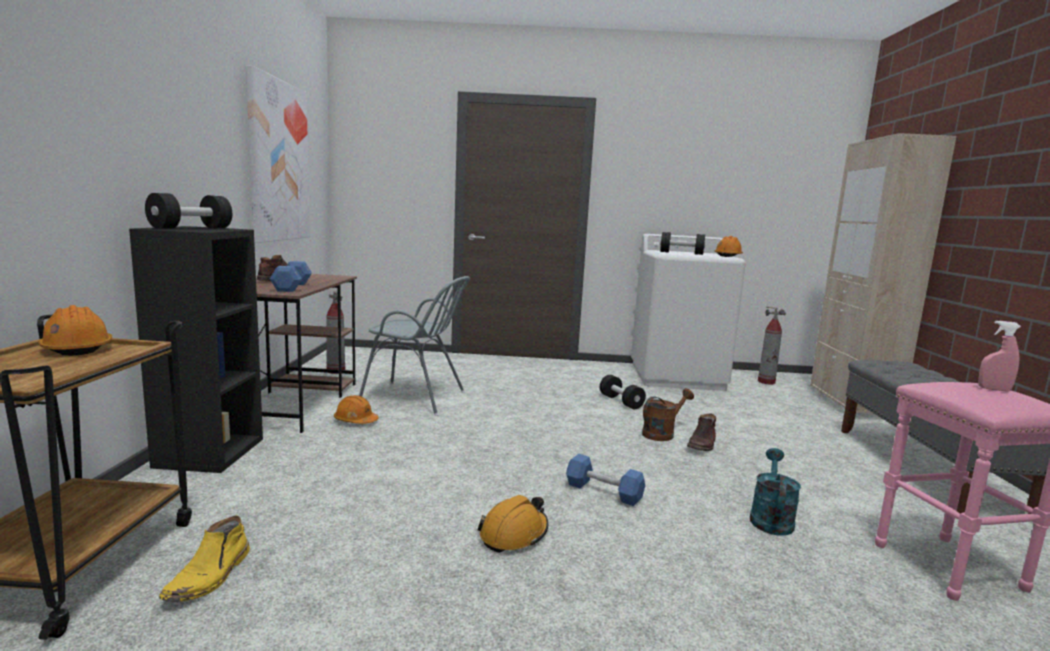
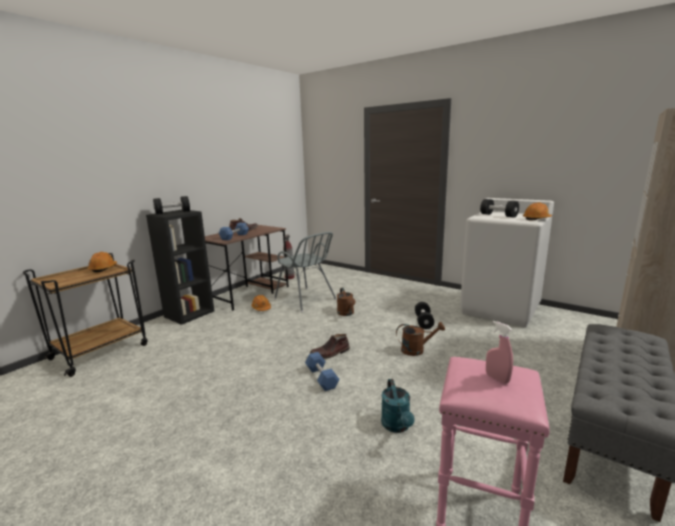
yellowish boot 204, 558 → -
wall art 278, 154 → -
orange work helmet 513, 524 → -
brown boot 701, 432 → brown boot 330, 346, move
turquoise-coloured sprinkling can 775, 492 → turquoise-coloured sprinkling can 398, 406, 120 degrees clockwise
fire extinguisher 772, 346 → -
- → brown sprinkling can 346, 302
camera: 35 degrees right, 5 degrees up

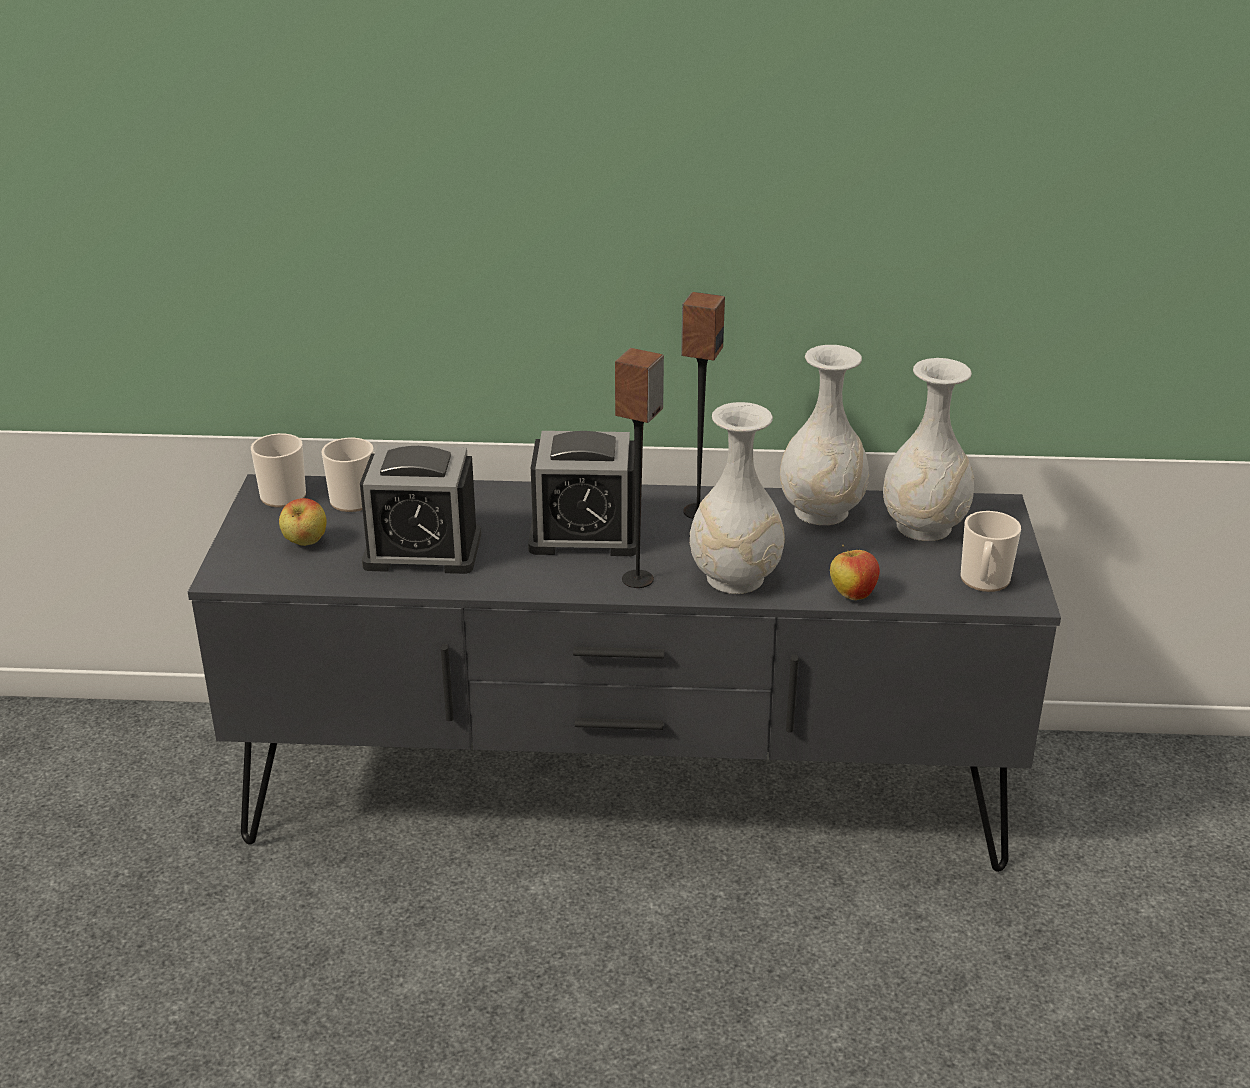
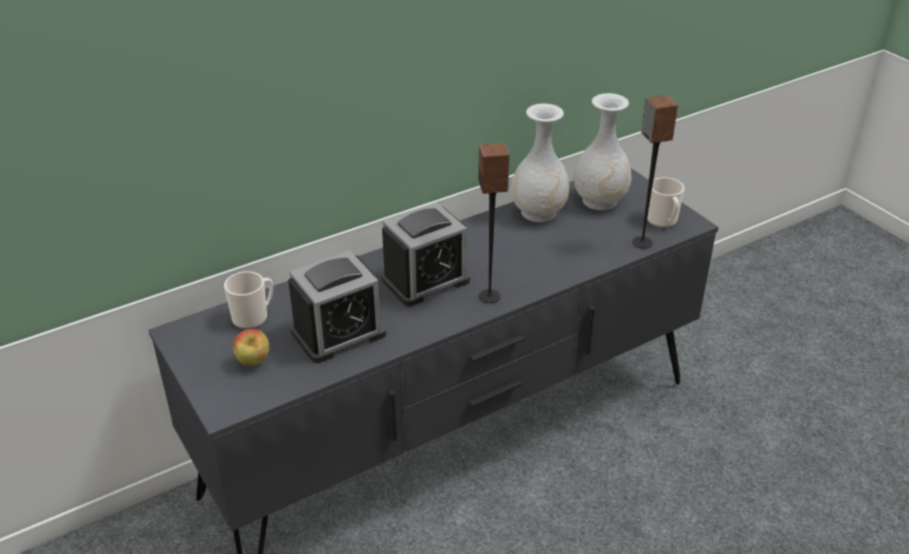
tea mug 278, 470 → -
speaker 703, 405 → speaker 655, 172, move
white-coloured flower vase 737, 498 → -
apple 855, 572 → -
camera: 35 degrees left, 5 degrees up

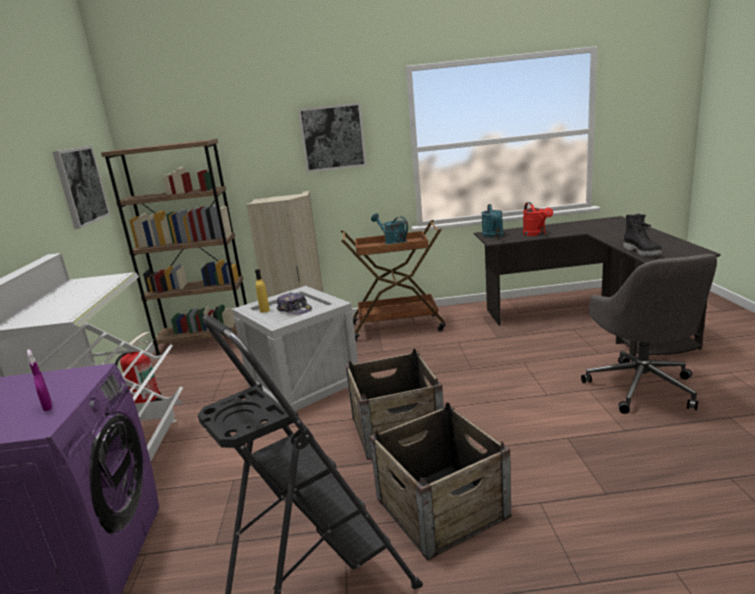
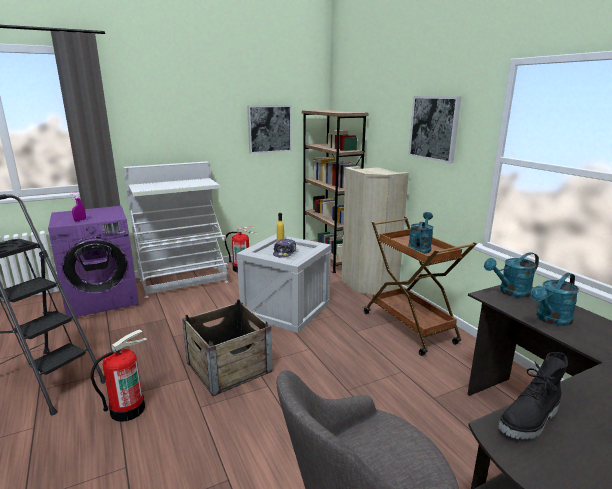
packing crate 440, 481 → fire extinguisher 118, 375
red sprinkling can 538, 219 → turquoise-coloured sprinkling can 554, 299
camera: 65 degrees right, 0 degrees up

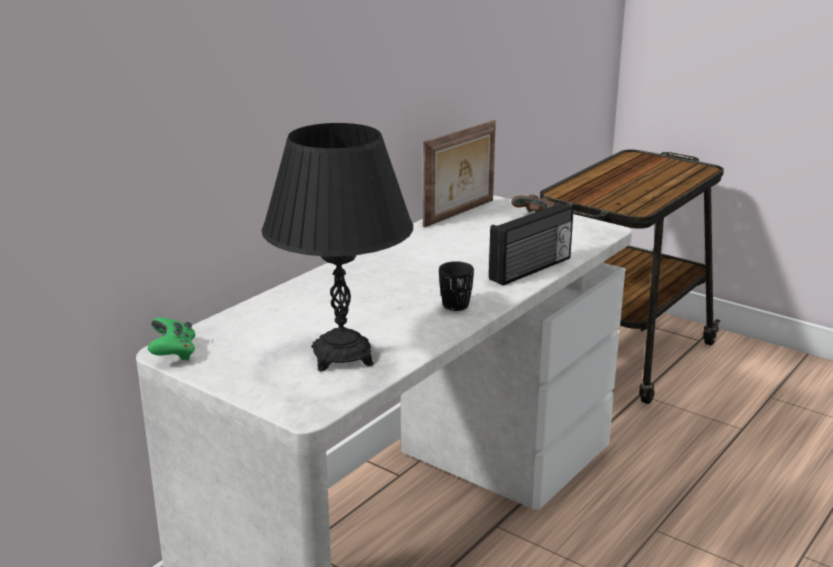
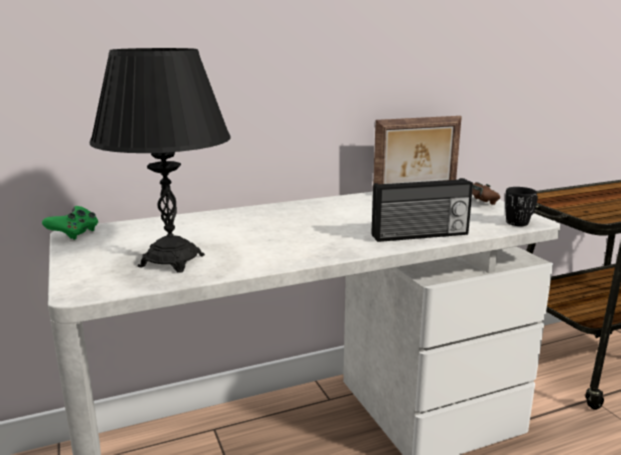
blackish tea mug 456, 286 → blackish tea mug 521, 206, move
camera: 30 degrees right, 5 degrees down

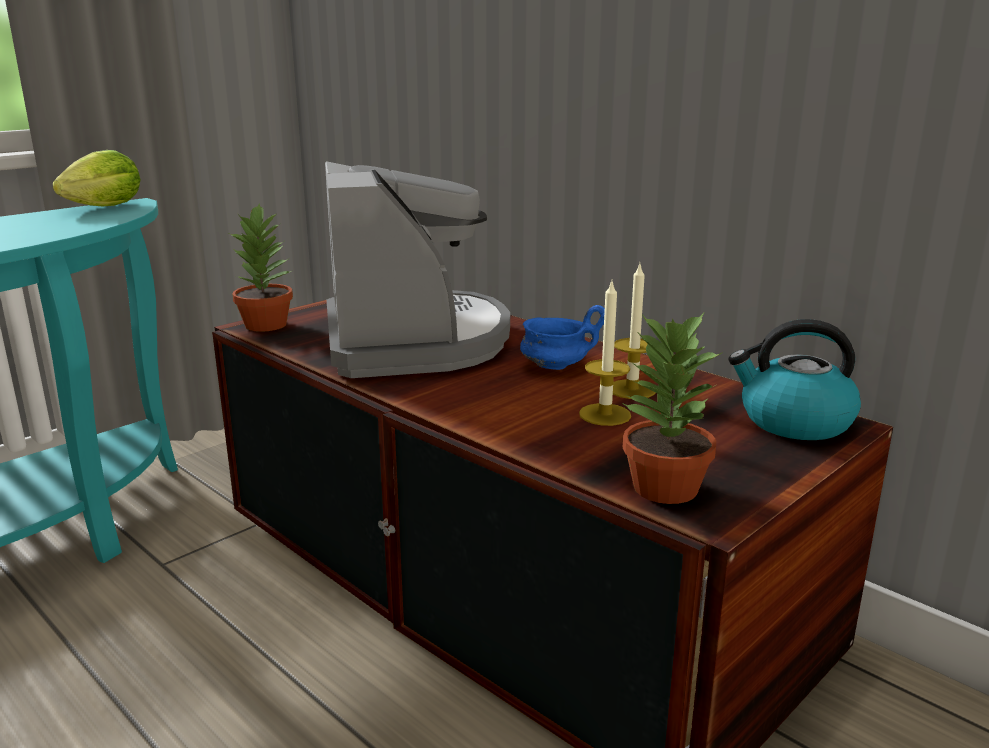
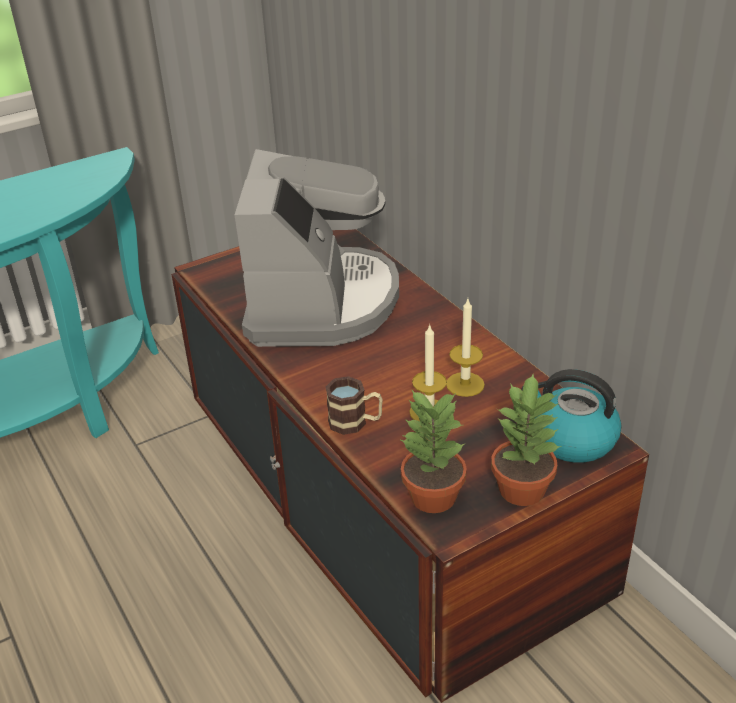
lettuce 97, 178 → -
potted plant 261, 267 → potted plant 526, 440, move
blue-coloured bowl 562, 337 → -
- → tea mug 354, 405
camera: 15 degrees right, 15 degrees up

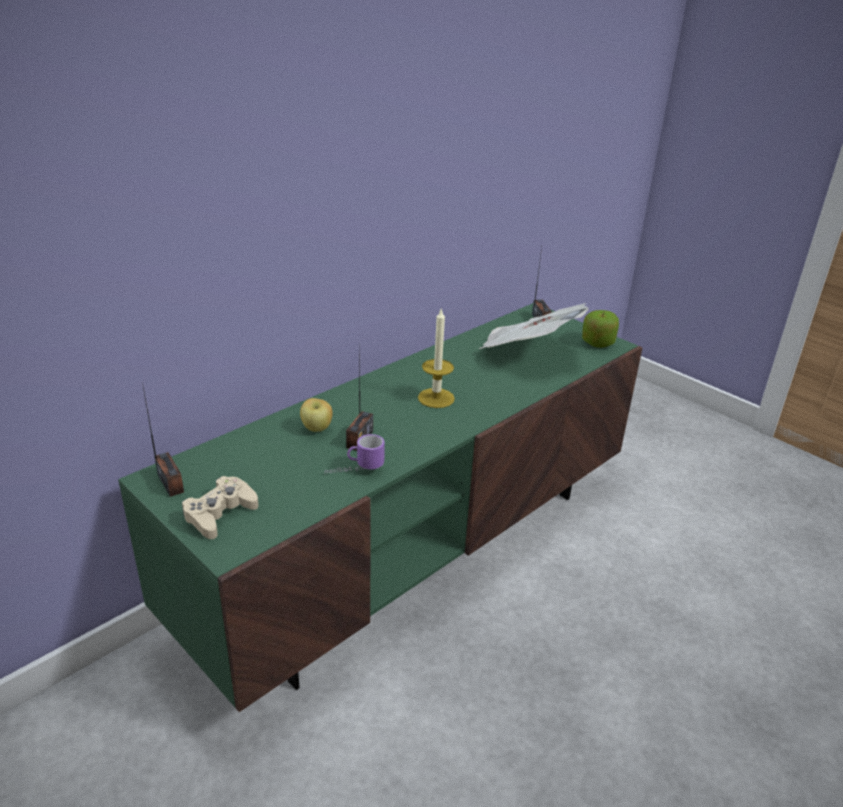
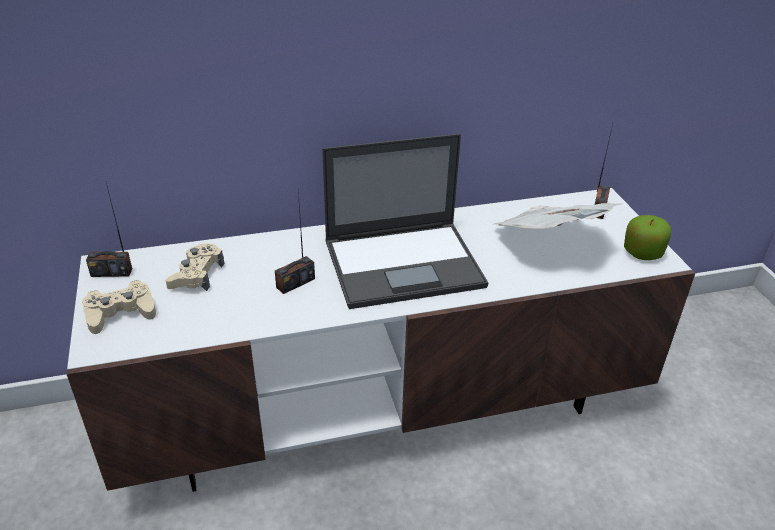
green-coloured tv stand 380, 507 → white-coloured tv stand 381, 340
radio set 163, 439 → radio set 109, 230, 90 degrees clockwise
apple 316, 415 → -
tea mug 355, 453 → -
candle 436, 358 → portable computer 405, 221
- → sand-coloured gamepad 195, 267
camera: 30 degrees right, 5 degrees up

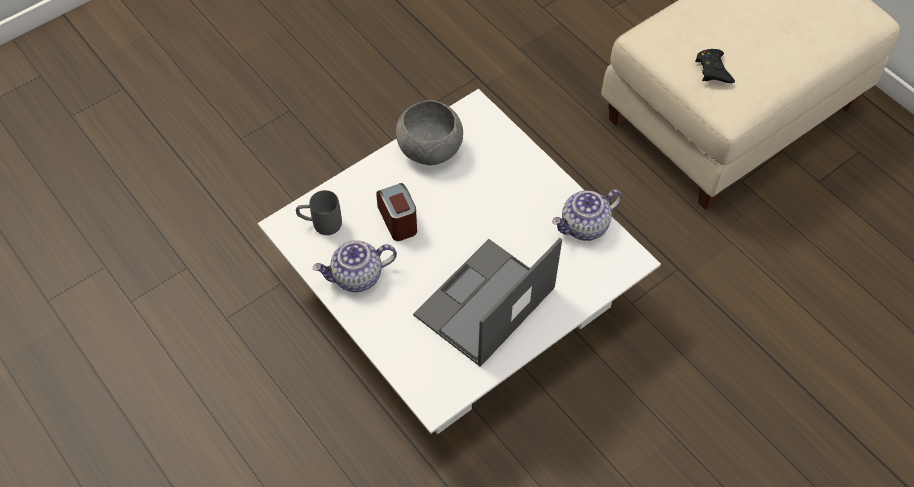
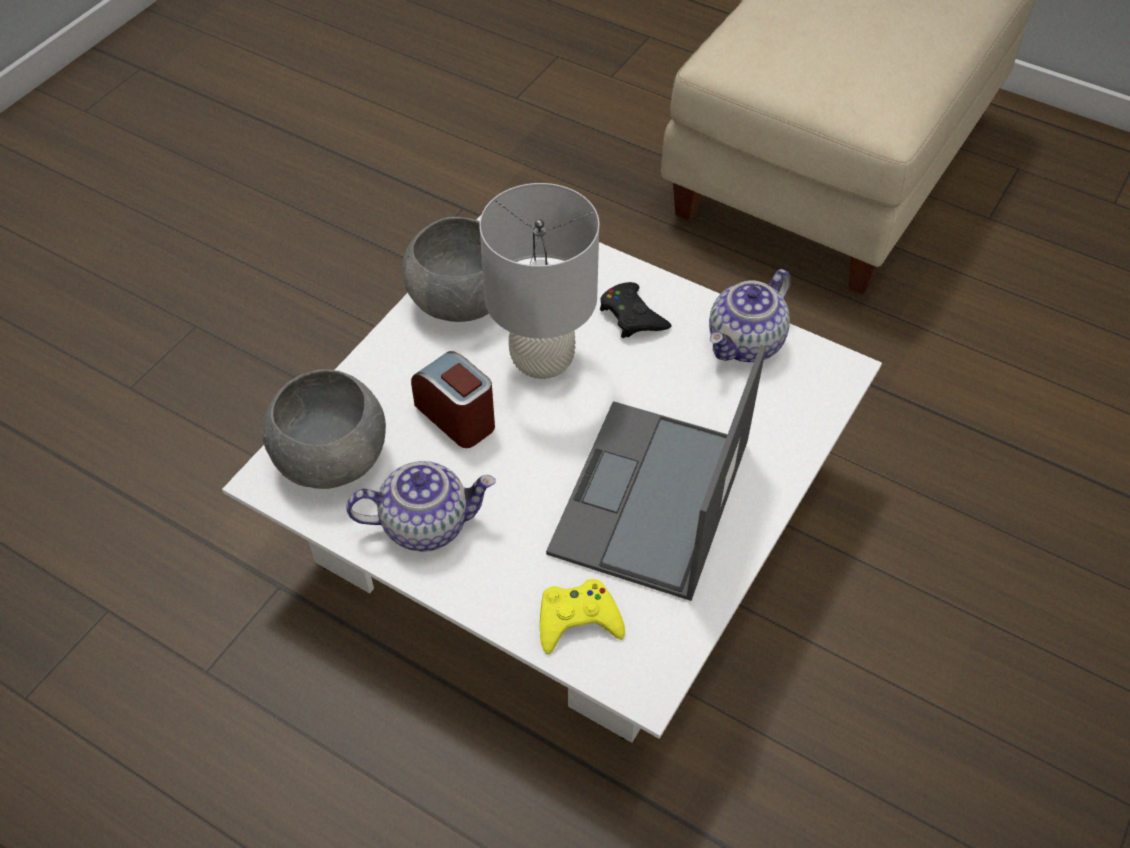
greyish tea mug 319, 212 → greyish bowl 324, 429
tea pot 354, 266 → tea pot 421, 506, 150 degrees counterclockwise
blackish gamepad 715, 66 → blackish gamepad 635, 310, move
- → greyish lamp for a table 539, 281
- → yellowish gamepad 582, 616
camera: 20 degrees left, 5 degrees down

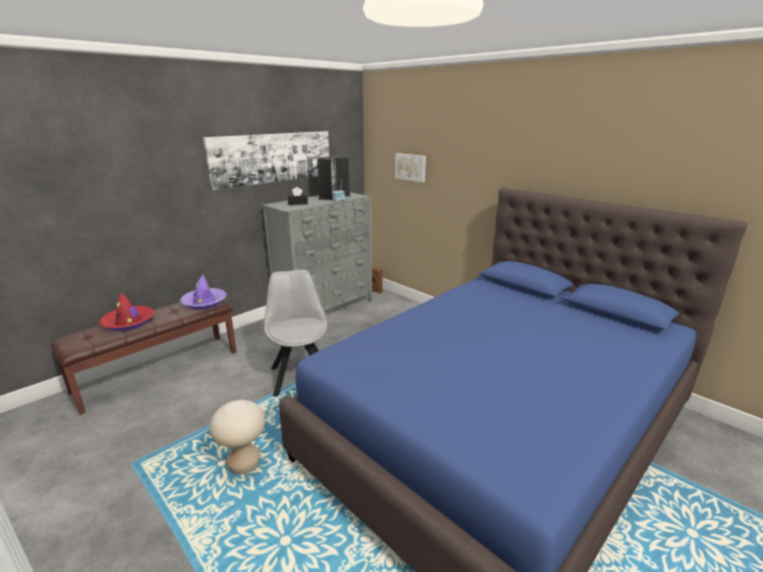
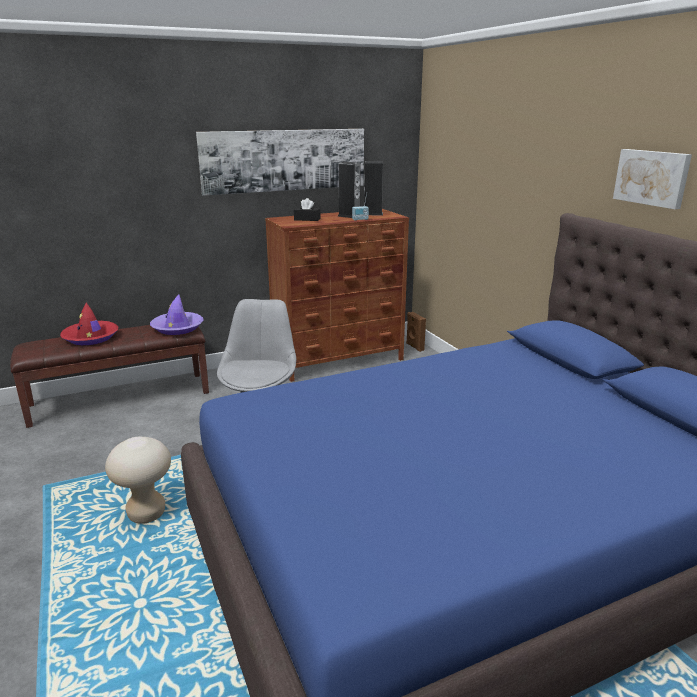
greyish dresser 317, 251 → brown dresser 337, 295
wall art 410, 167 → wall art 652, 179, move
camera: 20 degrees right, 0 degrees up

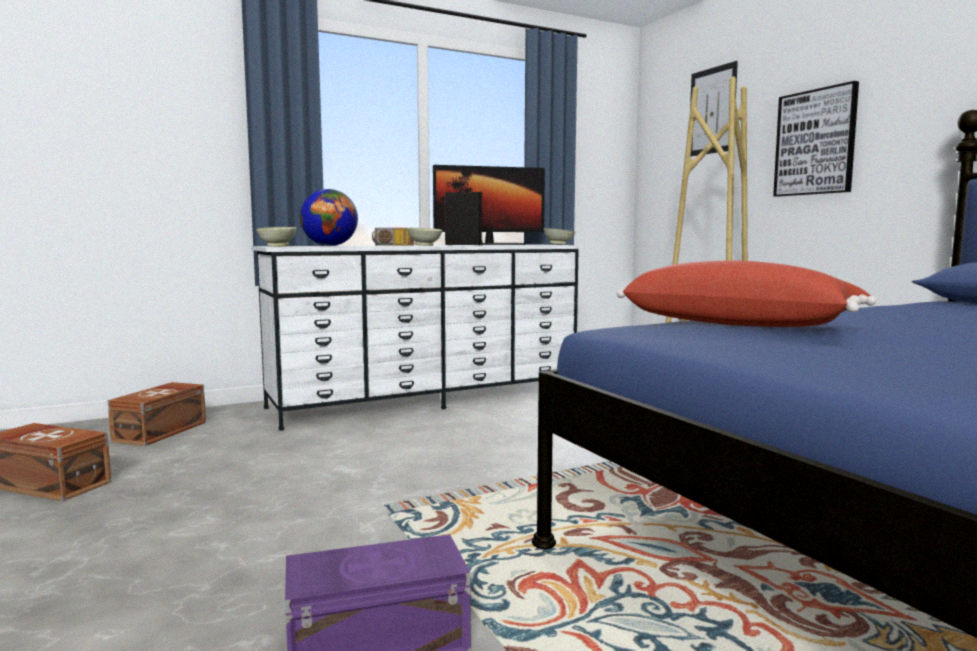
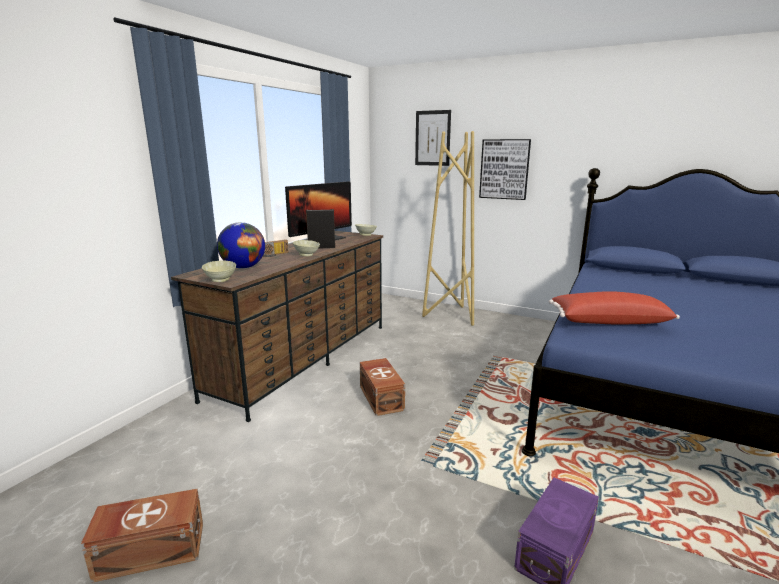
brown storage bin 156, 414 → brown storage bin 382, 387, move
white-coloured dresser 417, 338 → brown dresser 277, 326
camera: 35 degrees left, 10 degrees up

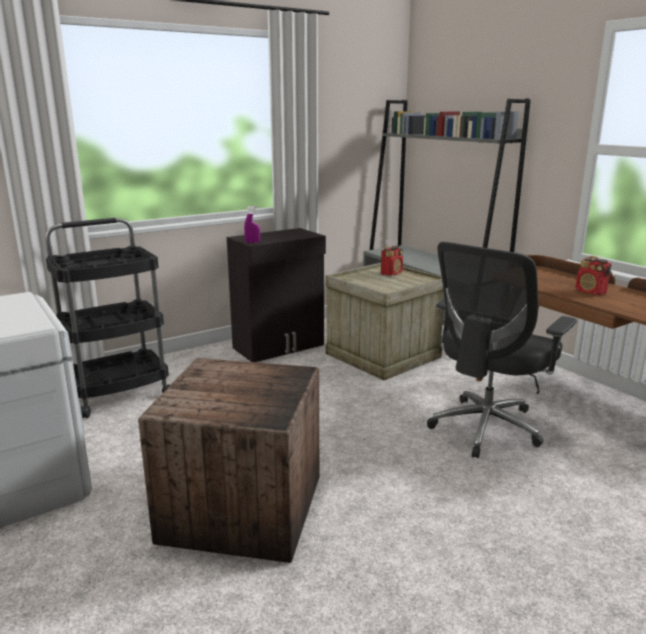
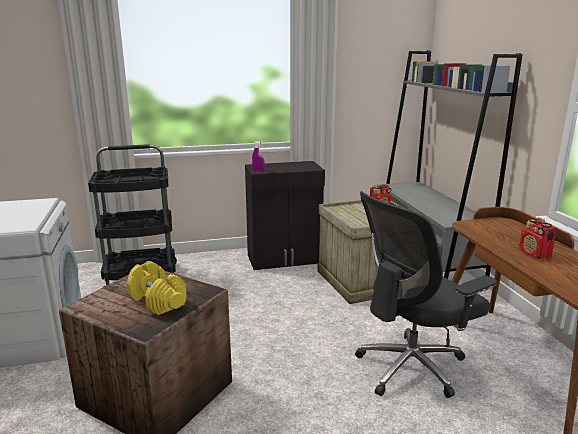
- → yellowish dumbbell 156, 288
camera: 20 degrees right, 0 degrees up

